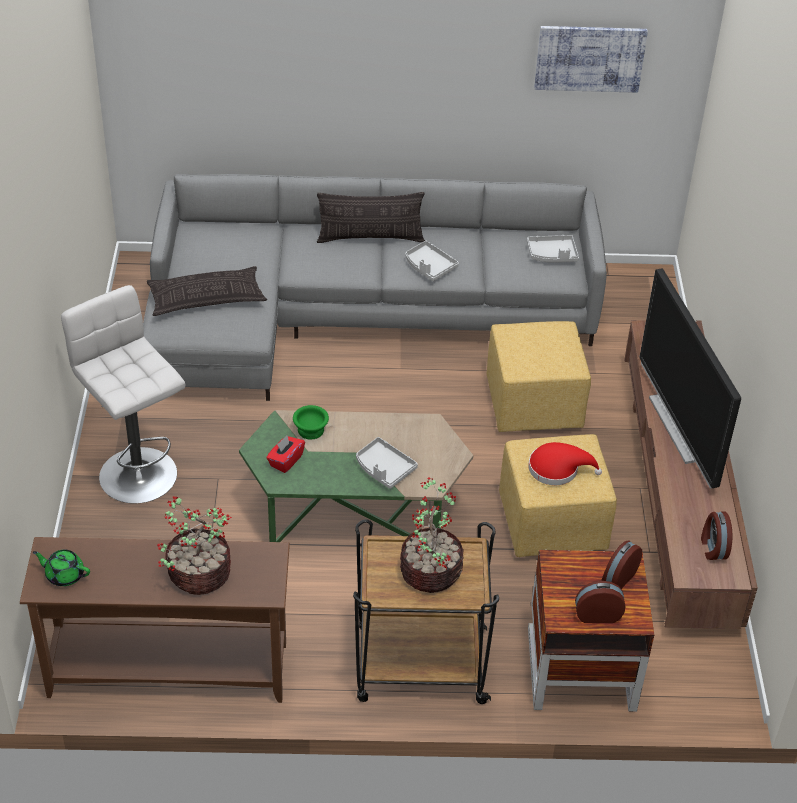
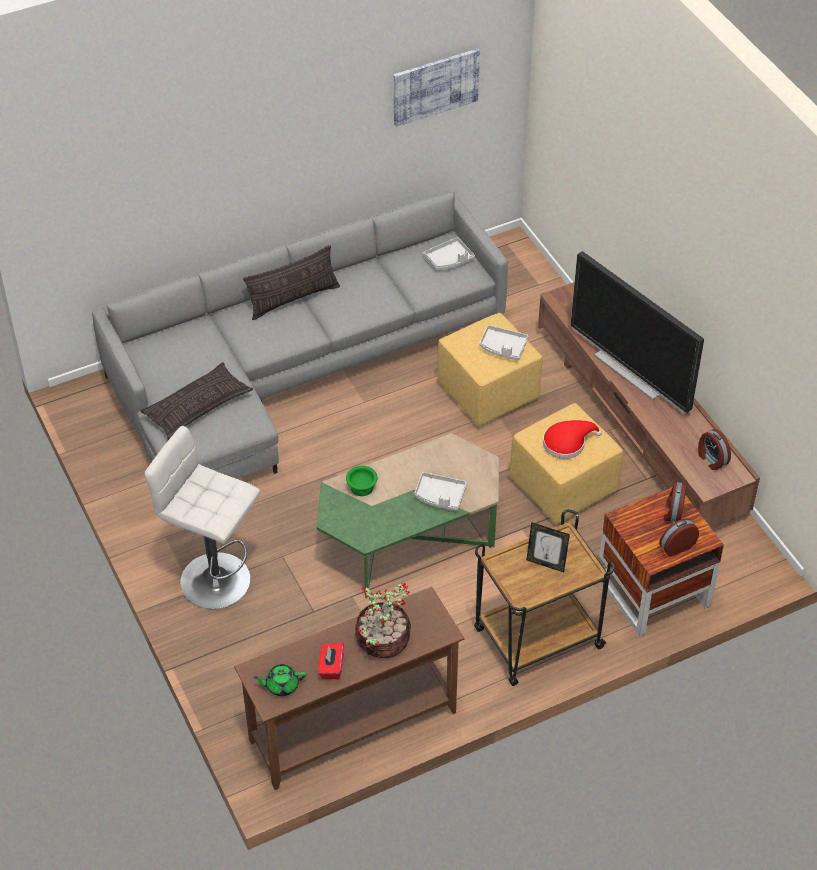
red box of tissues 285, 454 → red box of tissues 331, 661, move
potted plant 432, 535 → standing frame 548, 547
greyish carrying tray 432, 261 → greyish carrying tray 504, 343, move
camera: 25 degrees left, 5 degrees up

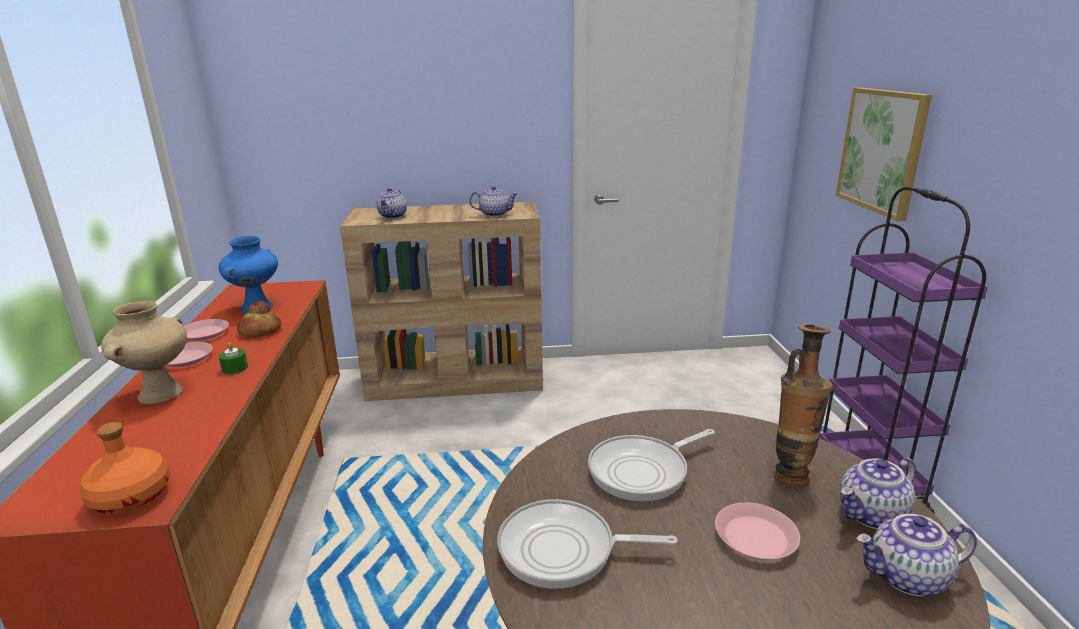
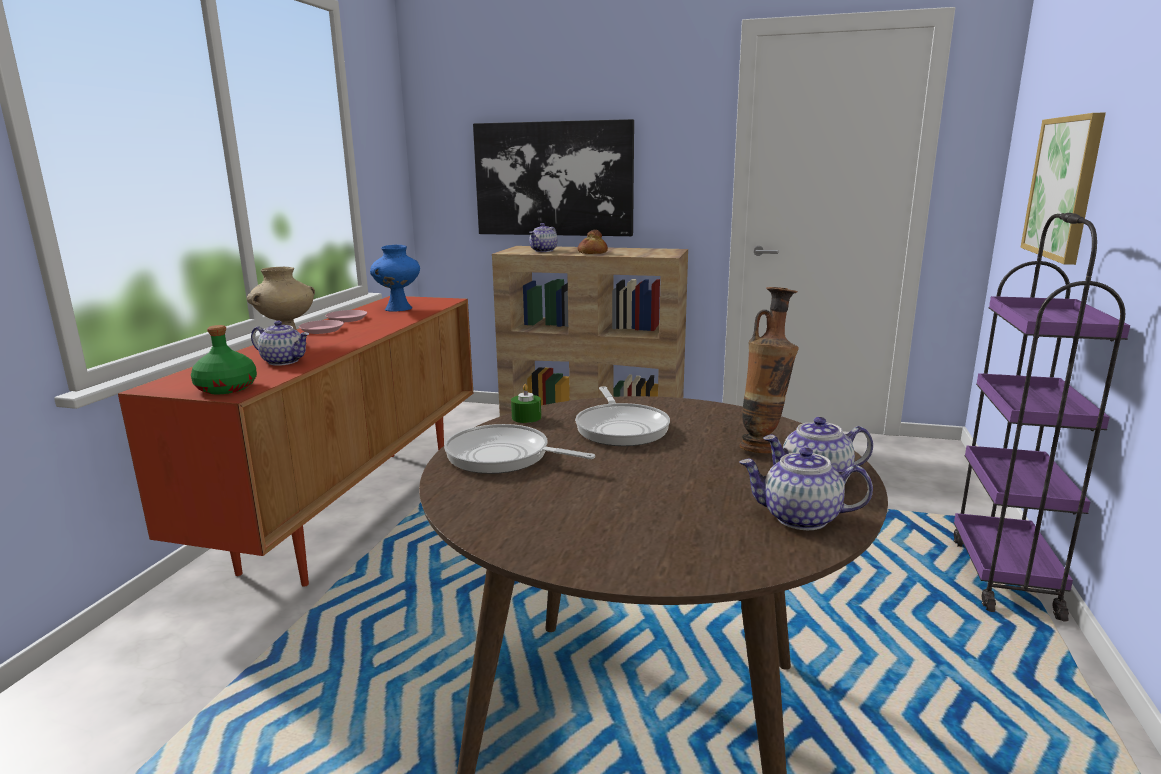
orange drink bottle 124, 468 → green-coloured drink bottle 224, 359
green-coloured candle 233, 358 → green-coloured candle 526, 403, move
bread 259, 319 → bread 593, 242, move
tea pot 493, 201 → tea pot 280, 343, move
pan 651, 465 → pan 622, 416, 90 degrees counterclockwise
pink flat dish 757, 531 → -
- → wall art 553, 177
camera: 20 degrees right, 5 degrees down

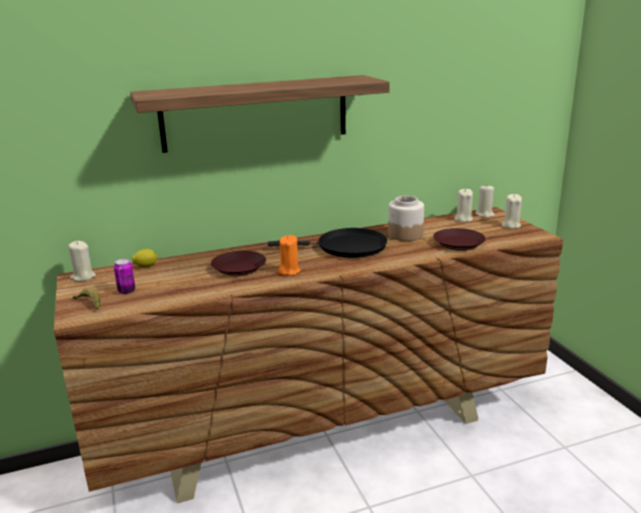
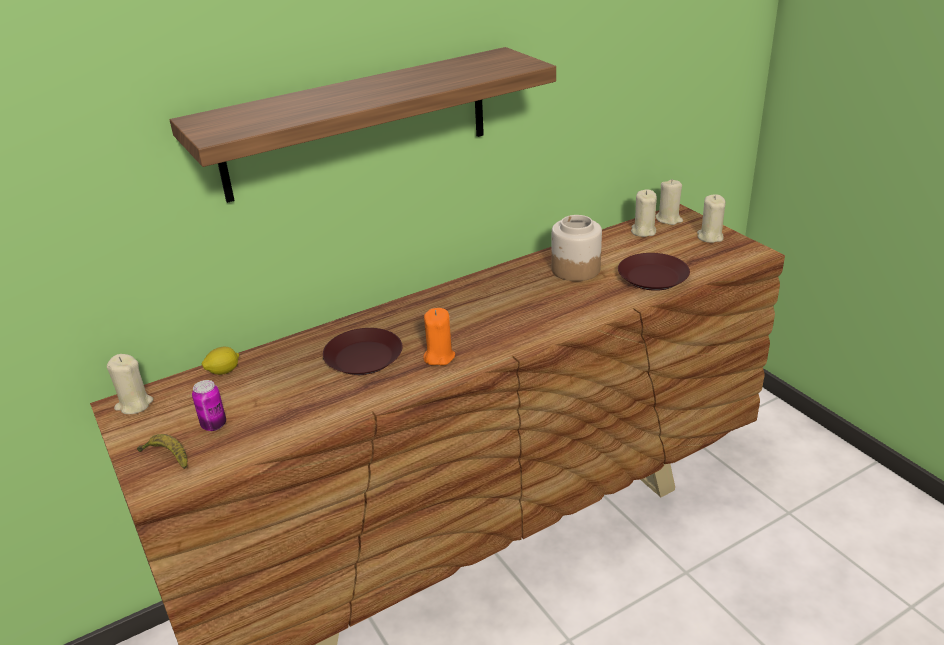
blackish pan 327, 243 → -
camera: 10 degrees left, 10 degrees up

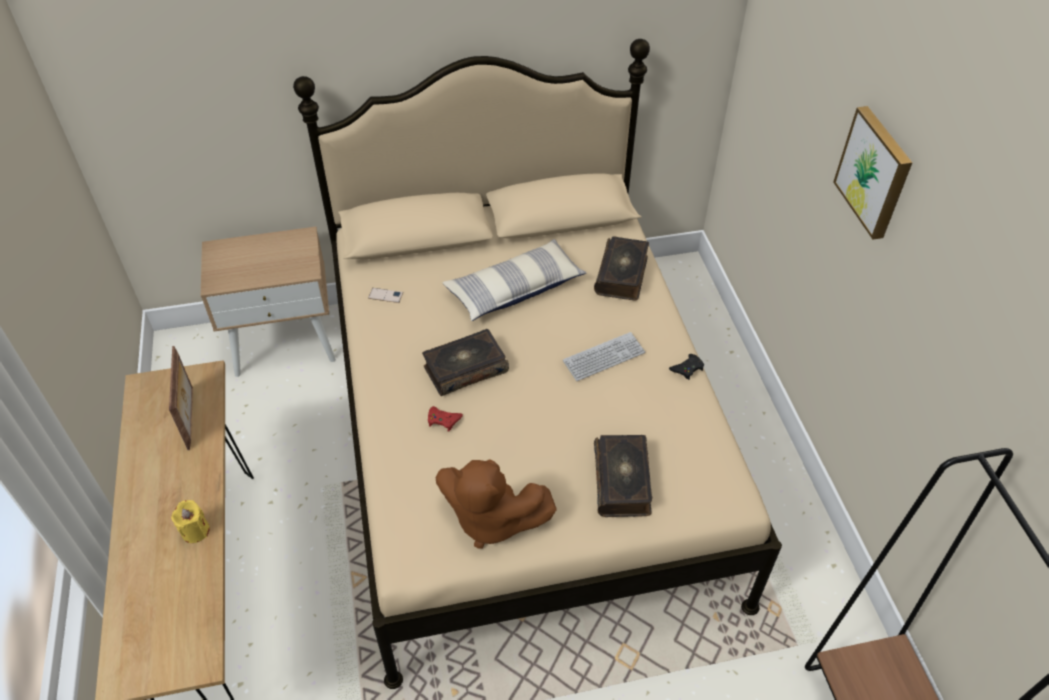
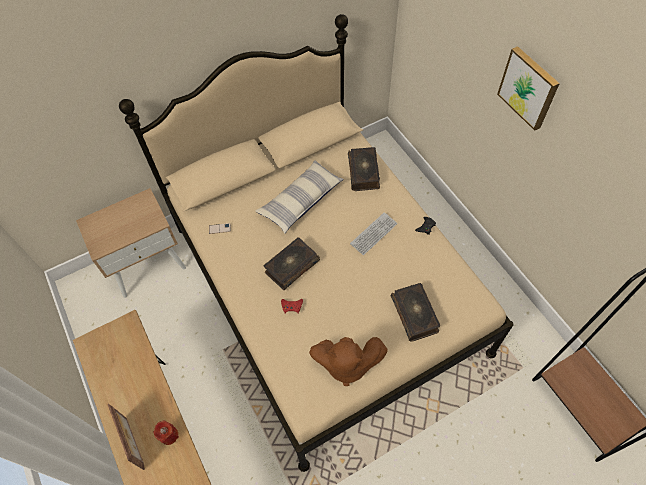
standing frame 181, 398 → standing frame 126, 437, move
yellowish candle 190, 521 → red candle 166, 432
camera: 15 degrees left, 10 degrees up

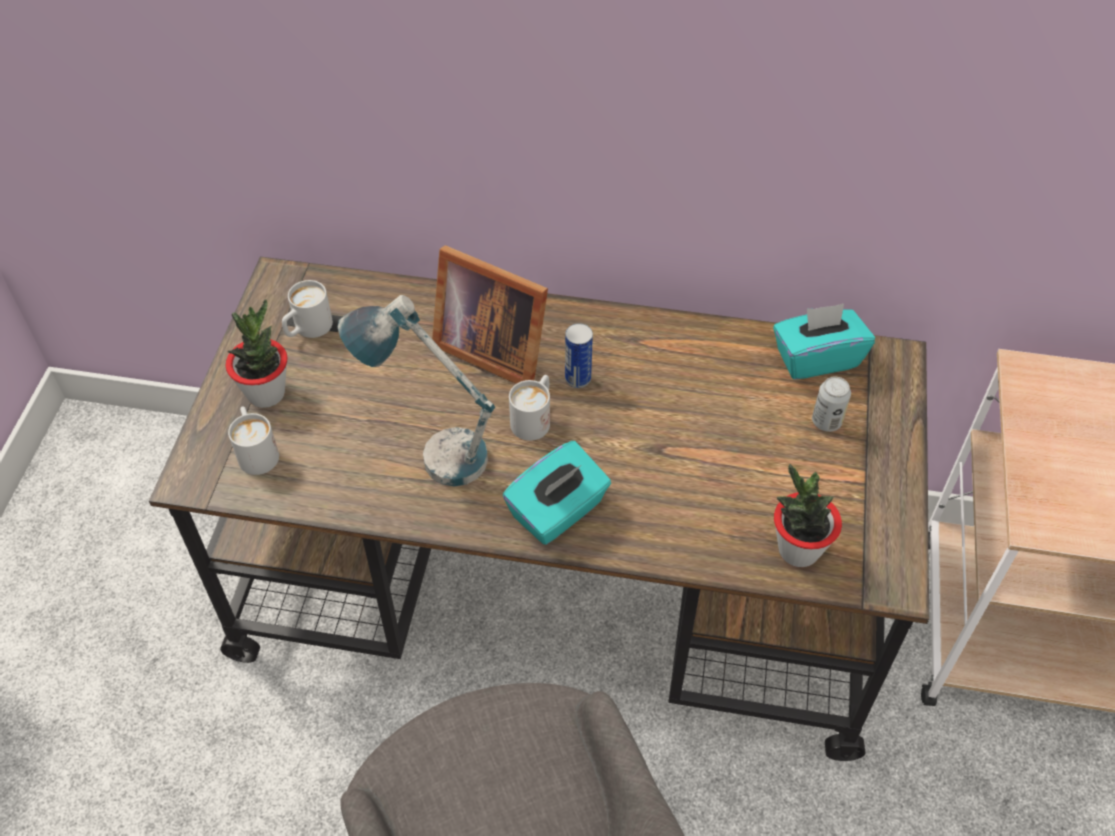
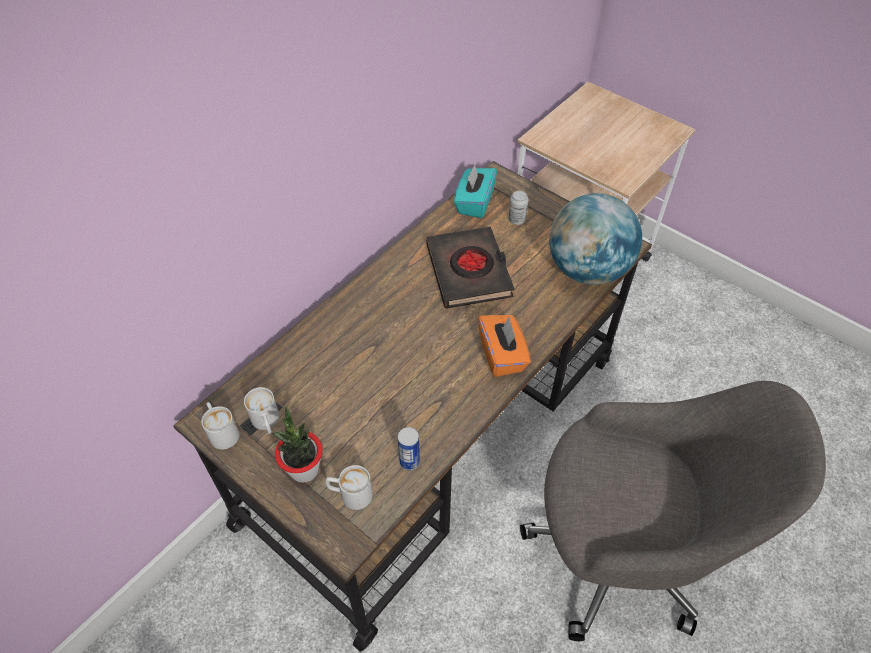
lamp for a table 416, 390 → -
standing frame 490, 314 → -
turquoise-coloured box of tissues 557, 493 → orange box of tissues 504, 346
white-coloured tea mug 529, 408 → white-coloured tea mug 220, 425, move
sealed can 579, 355 → sealed can 409, 449, move
potted plant 808, 515 → globe 595, 239
- → blackish volume 471, 268
camera: 60 degrees left, 0 degrees up

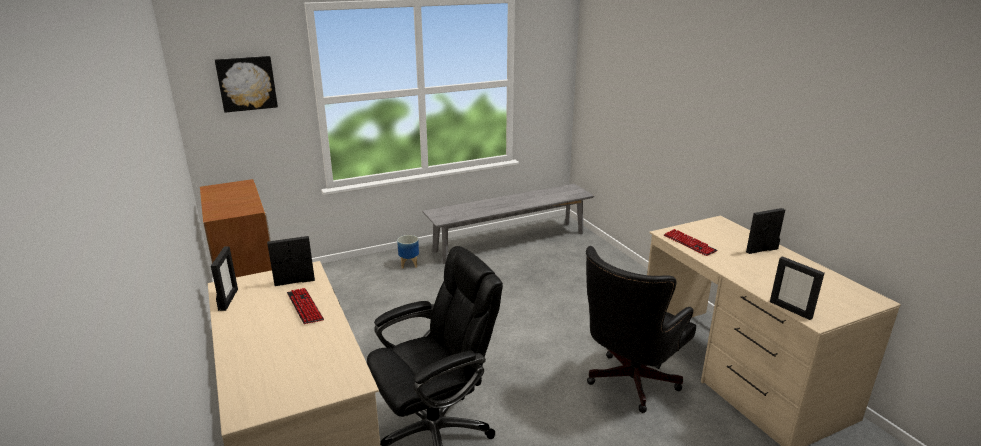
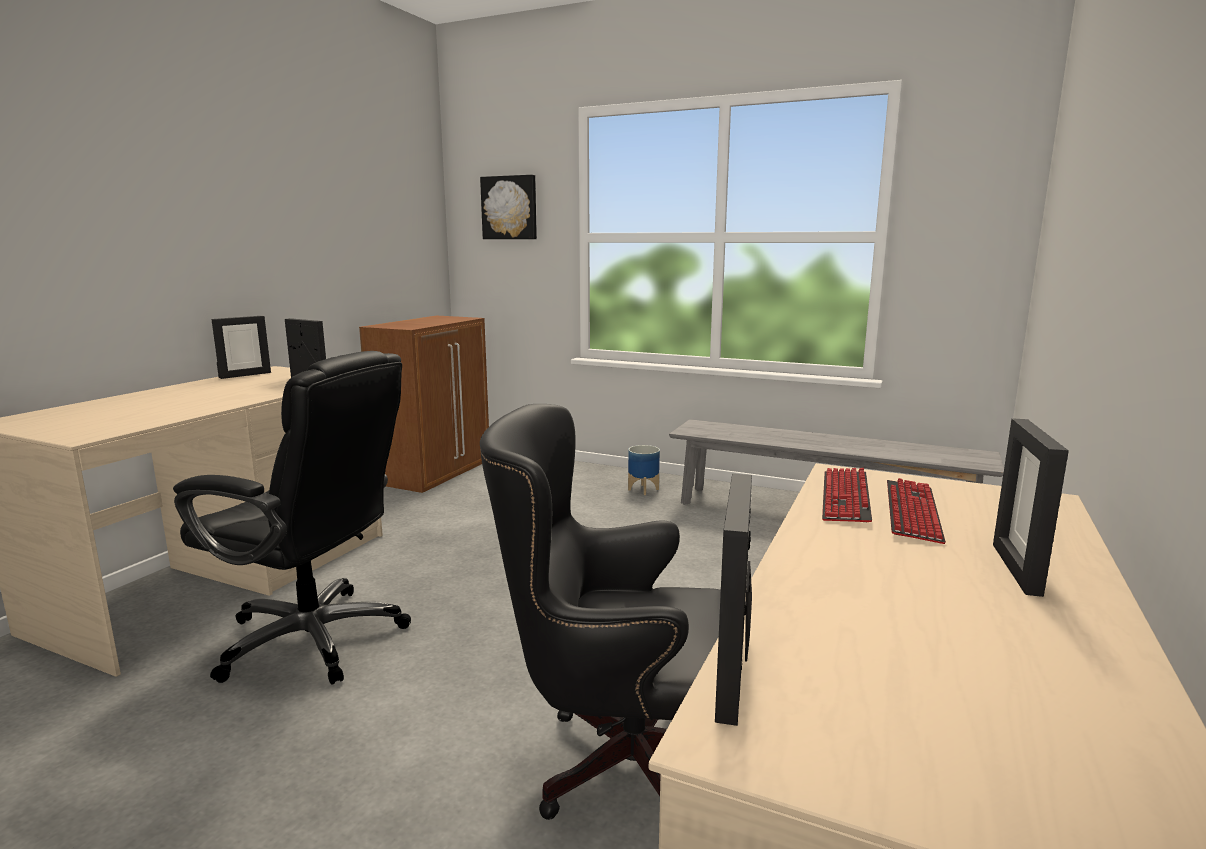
keyboard 305, 306 → keyboard 916, 511, move
standing frame 765, 231 → standing frame 1031, 507, 105 degrees counterclockwise
camera: 50 degrees right, 10 degrees down

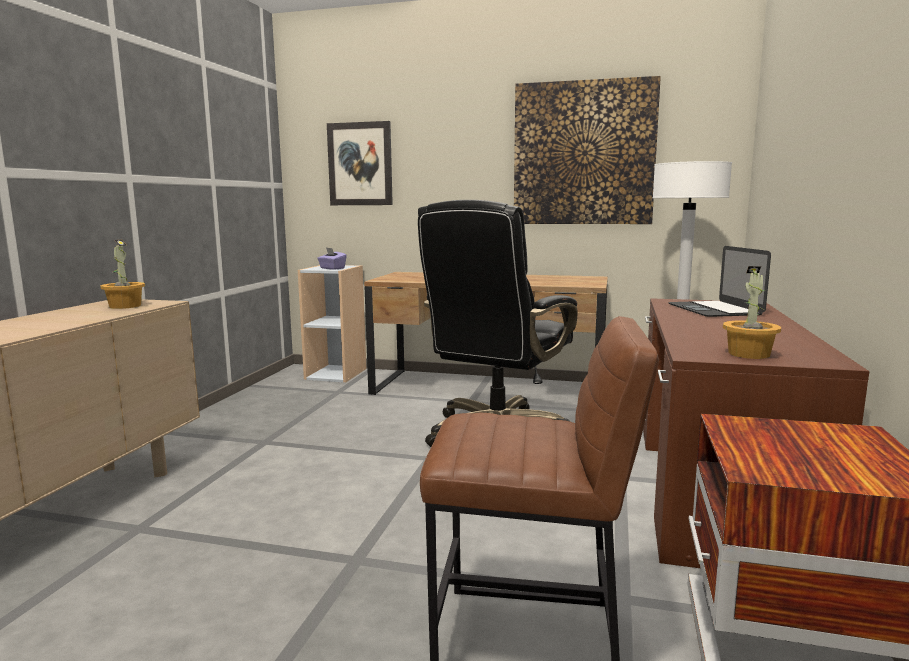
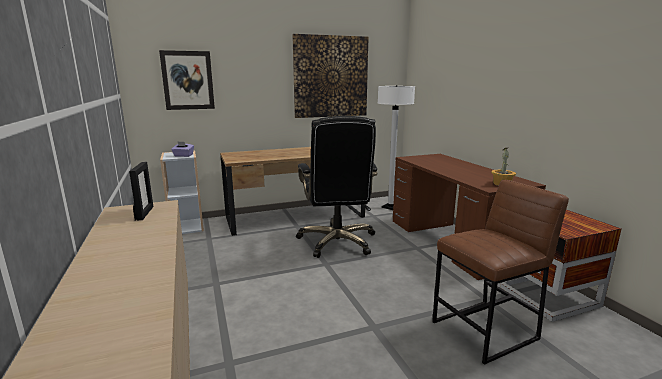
potted plant 122, 274 → standing frame 141, 191
portable computer 719, 281 → -
camera: 35 degrees left, 5 degrees up

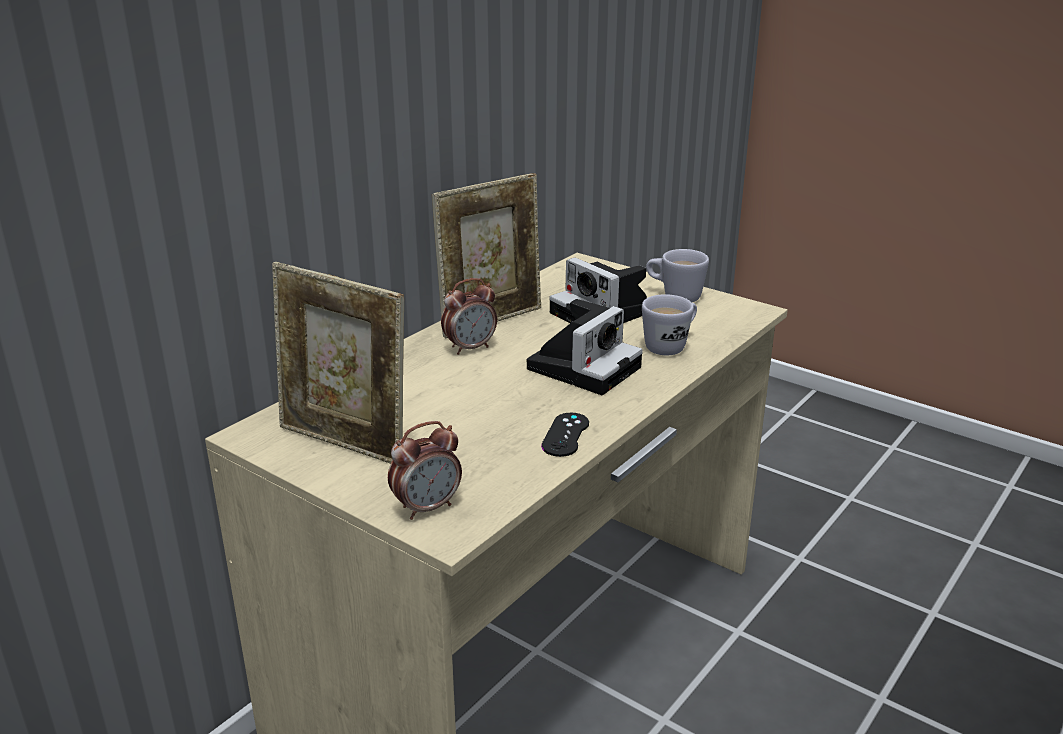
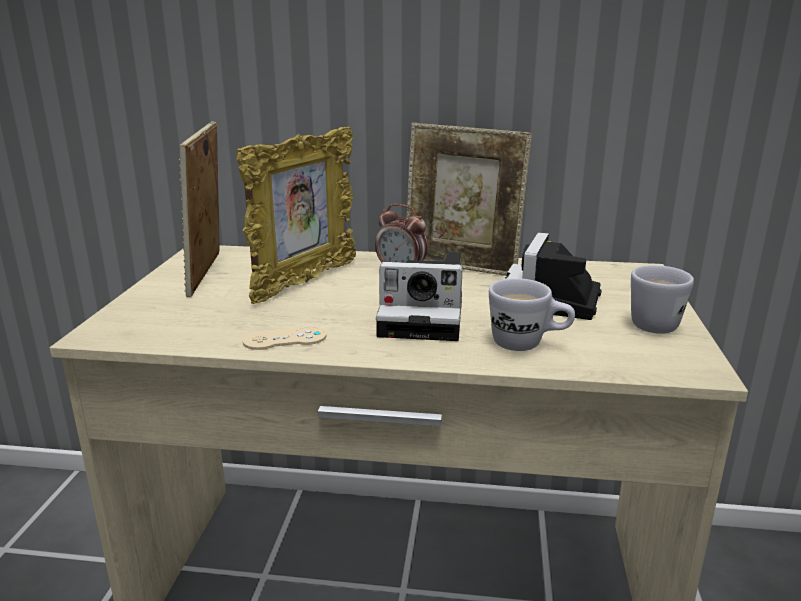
alarm clock 425, 470 → -
blackish gamepad 565, 435 → sand-coloured gamepad 284, 338
- → standing frame 296, 215
camera: 60 degrees right, 5 degrees down

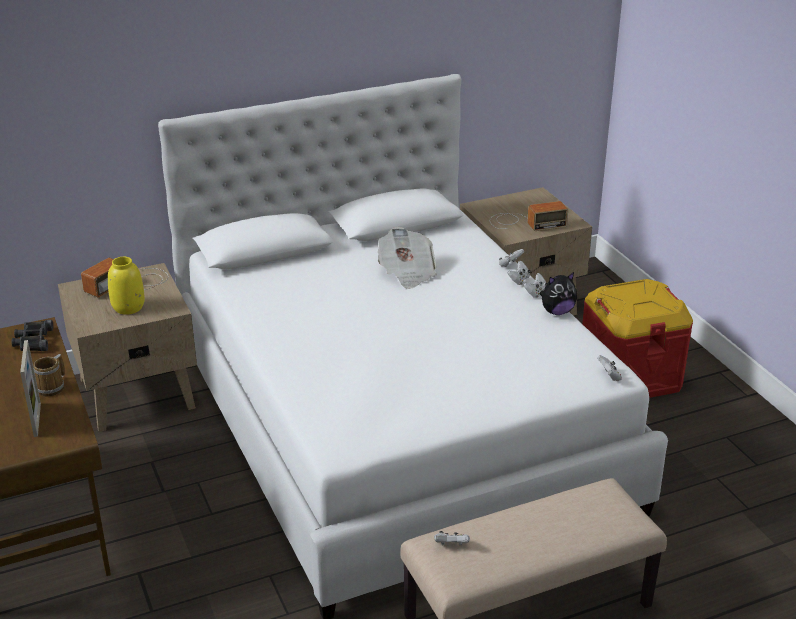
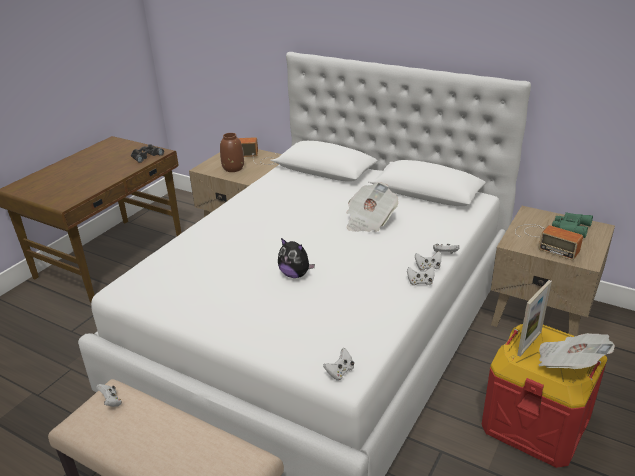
standing frame 30, 388 → standing frame 534, 318, move
tea mug 49, 375 → -
yellowish flower vase 126, 286 → brown flower vase 232, 152
soft toy 558, 293 → soft toy 296, 258, move
- → printed paper 577, 351
- → green-coloured field glasses 572, 225
camera: 55 degrees right, 0 degrees up

